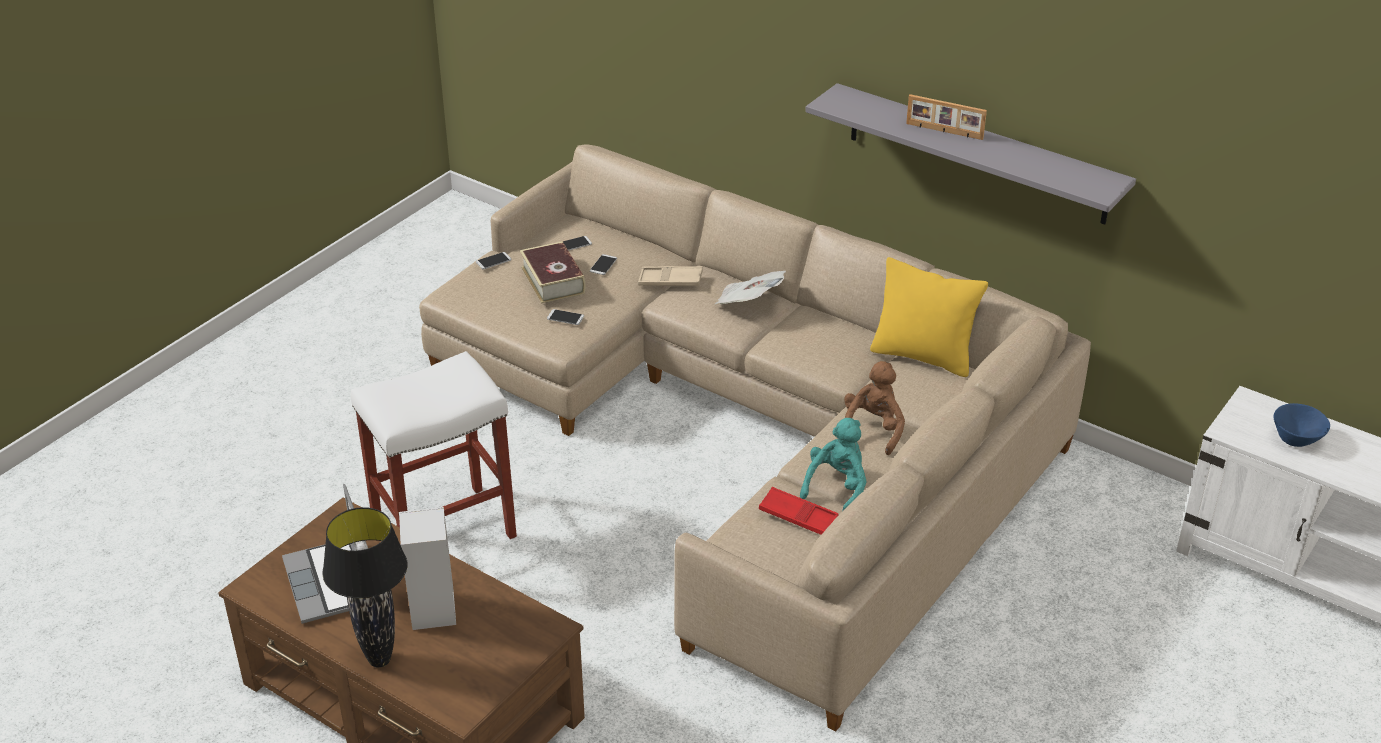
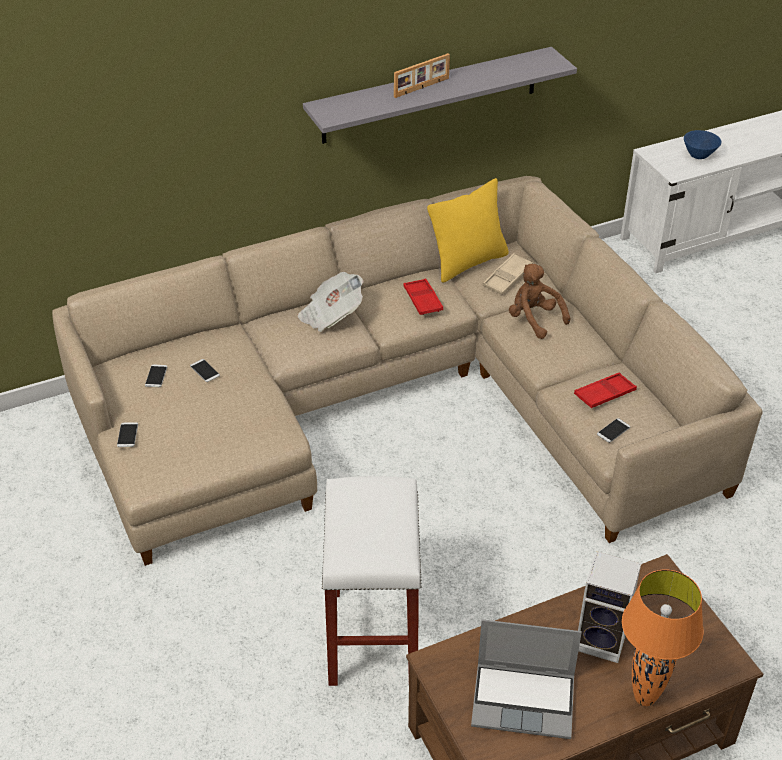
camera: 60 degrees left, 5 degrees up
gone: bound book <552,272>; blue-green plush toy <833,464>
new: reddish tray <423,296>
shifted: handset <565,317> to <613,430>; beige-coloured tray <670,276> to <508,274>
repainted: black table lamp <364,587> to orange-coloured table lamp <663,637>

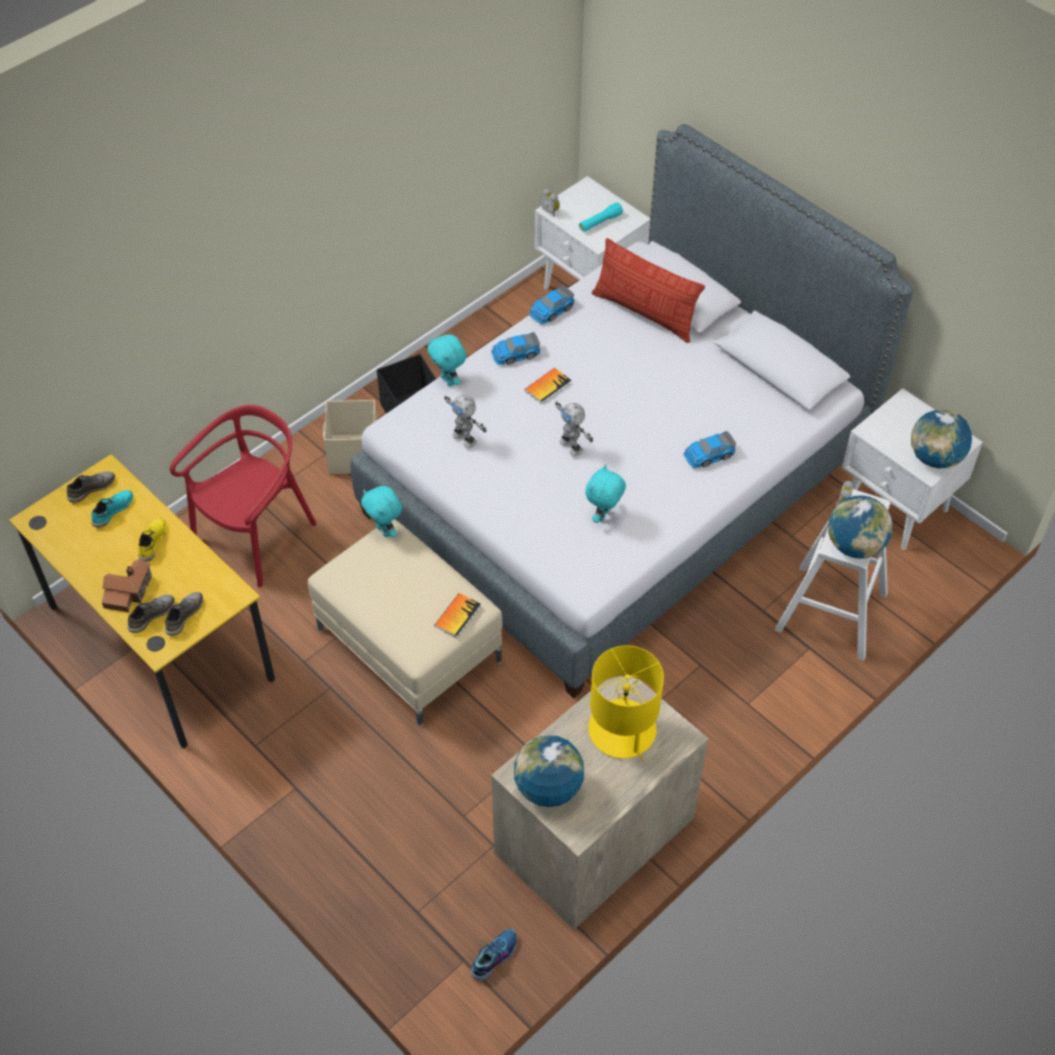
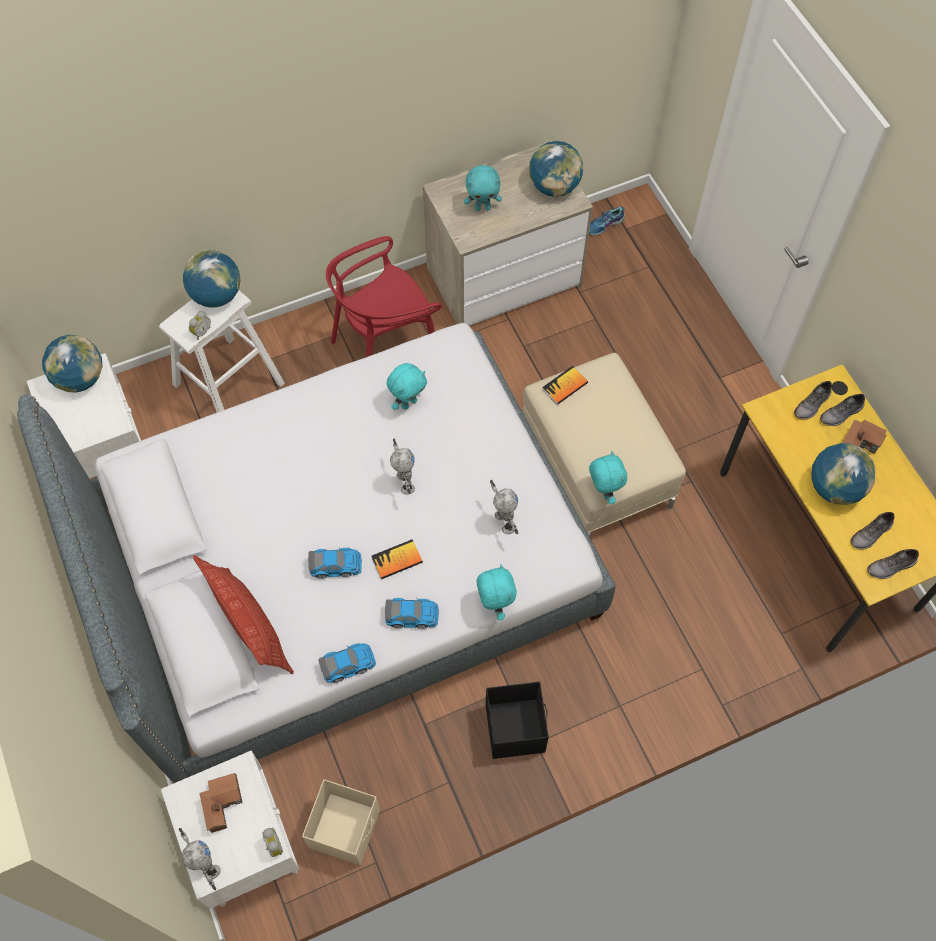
camera: 160 degrees left, 10 degrees up
new: robot figure <200,859>
shifted: reddish chair <243,496> to <384,296>; beige-coloured storage bin <350,437> to <341,822>; toy car <710,450> to <335,563>
swapped: yellowish low shoe <152,540> to world globe <843,474>; blue-green torch <601,217> to miniature house <221,803>; yellowish table lamp <626,703> to blue-green plush toy <483,188>
repainted: blue-green low shoe <112,509> to greyish low shoe <872,530>

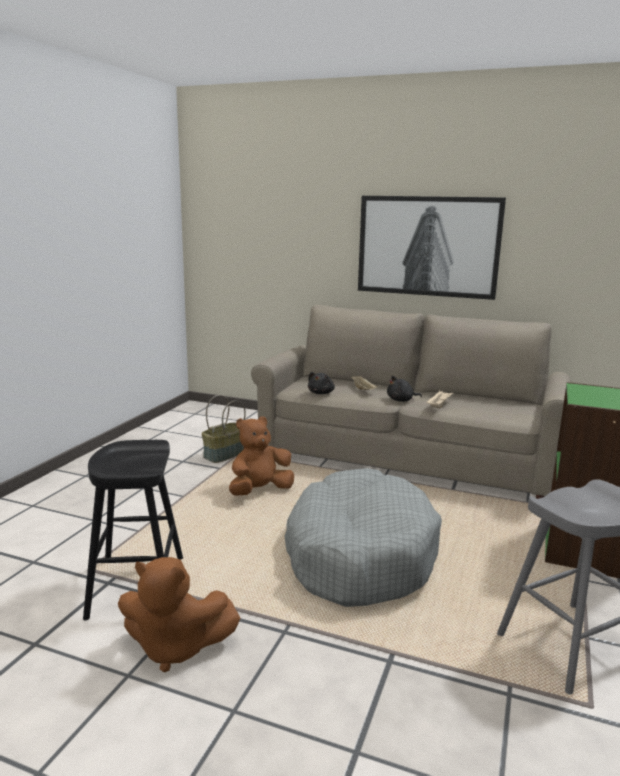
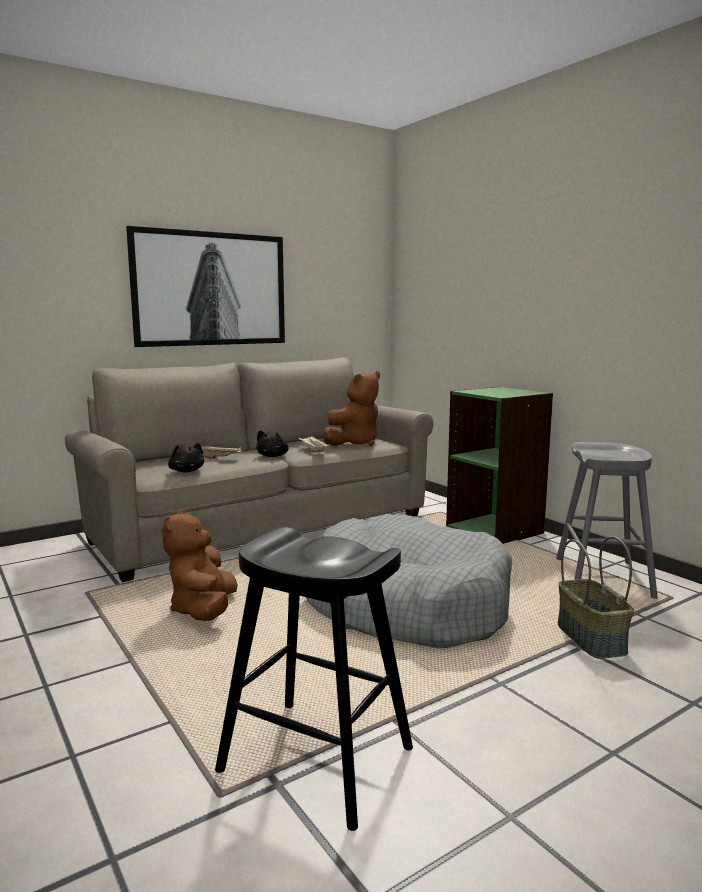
camera: 55 degrees left, 5 degrees down
shifted: brown plush toy <179,614> to <352,408>; storage basket <223,429> to <596,597>

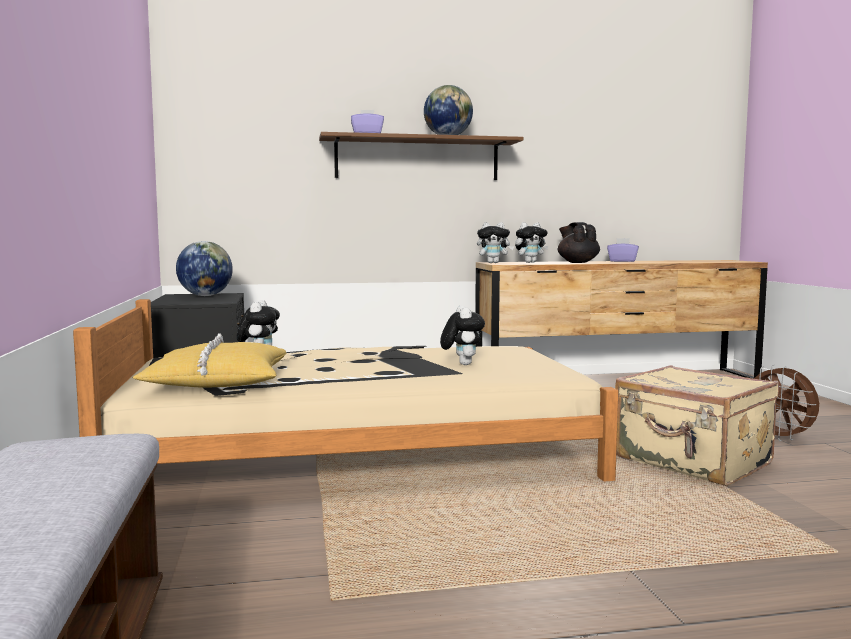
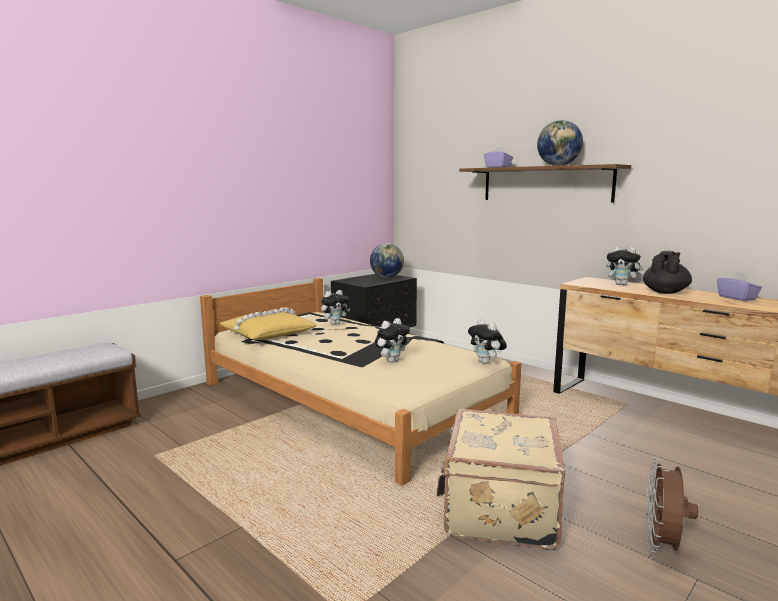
camera: 55 degrees right, 5 degrees up
shifted: plush toy <495,242> to <487,341>

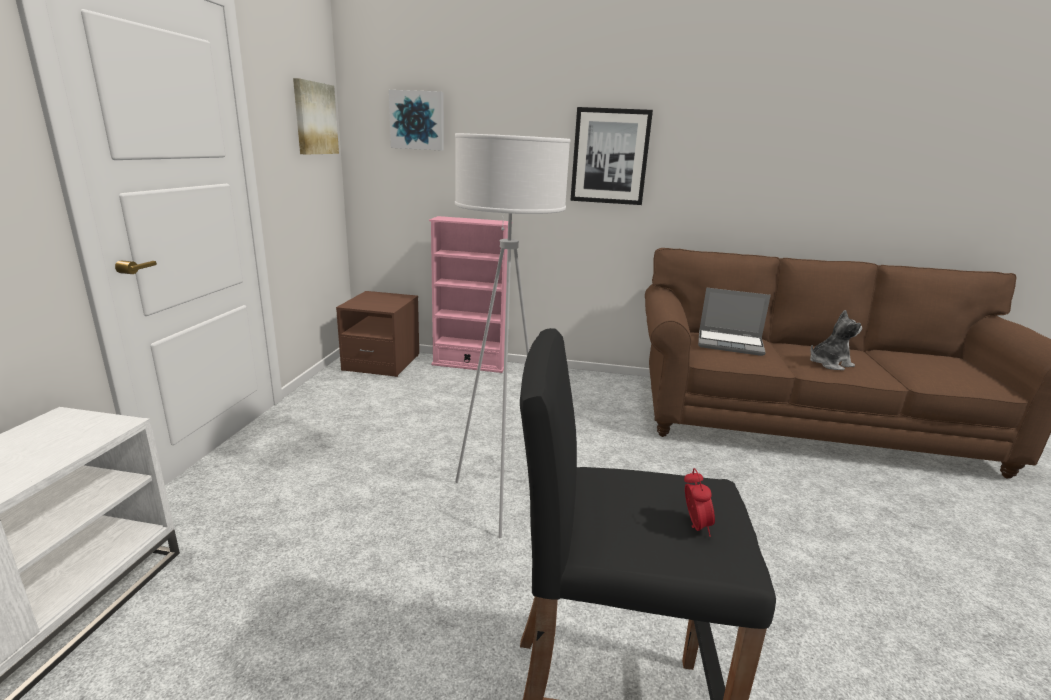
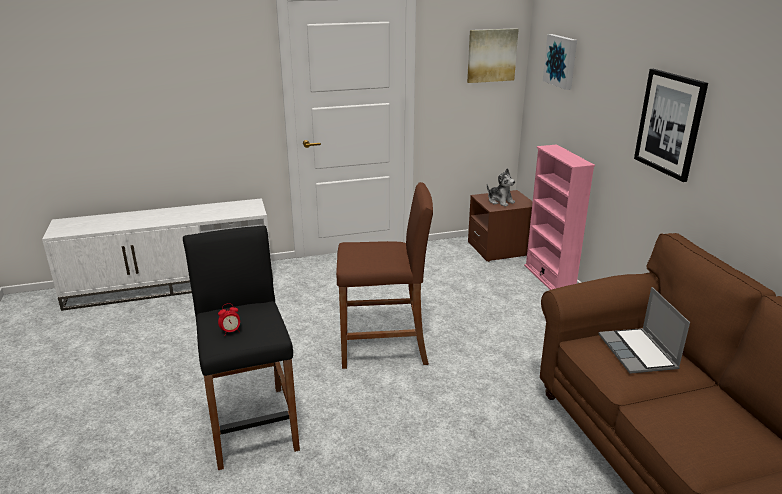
camera: 65 degrees right, 5 degrees up
shifted: plush toy <836,340> to <501,187>
swapped: whitish floor lamp <512,335> to brown stool seat <384,275>

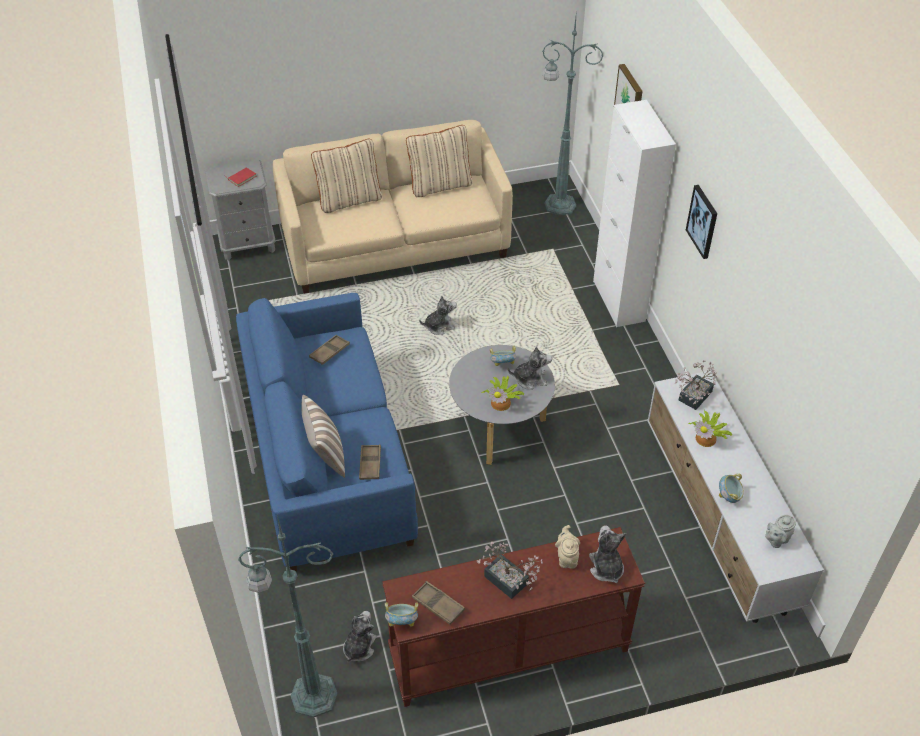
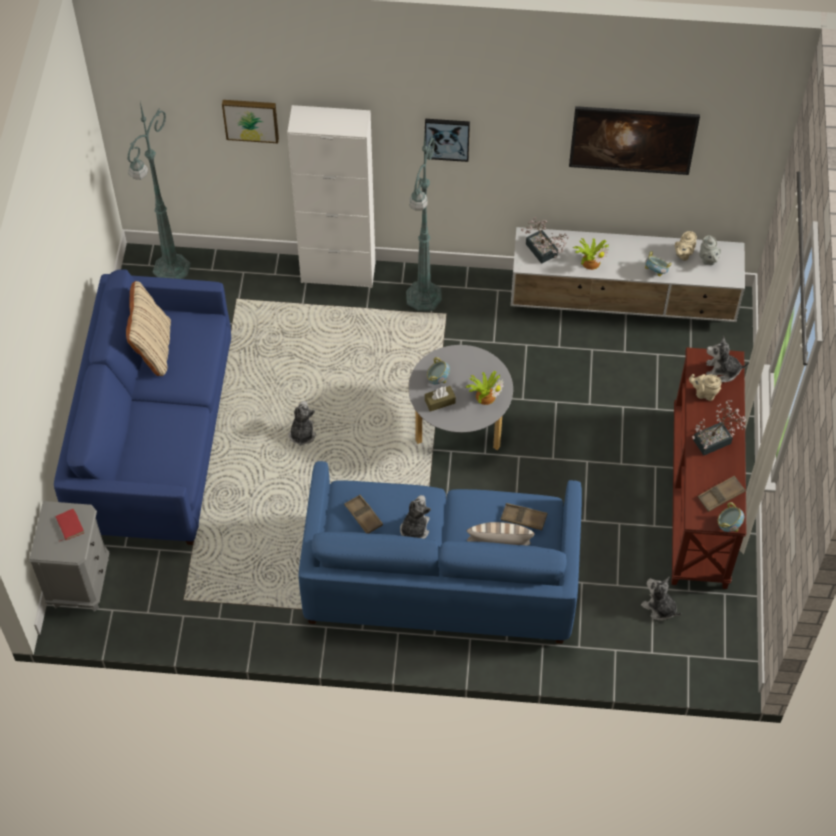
camera: 70 degrees left, 10 degrees up
gone: beige-coloured pillow <346,176>
new: brown tissue holder <440,399>; wall picture <634,140>; beige-coloured pot for tea <686,246>
shifted: green floor lamp <288,616> to <424,222>; plush toy <530,367> to <415,517>
repainted: beige-coloured sofa <393,207> to blue-coloured sofa <142,407>

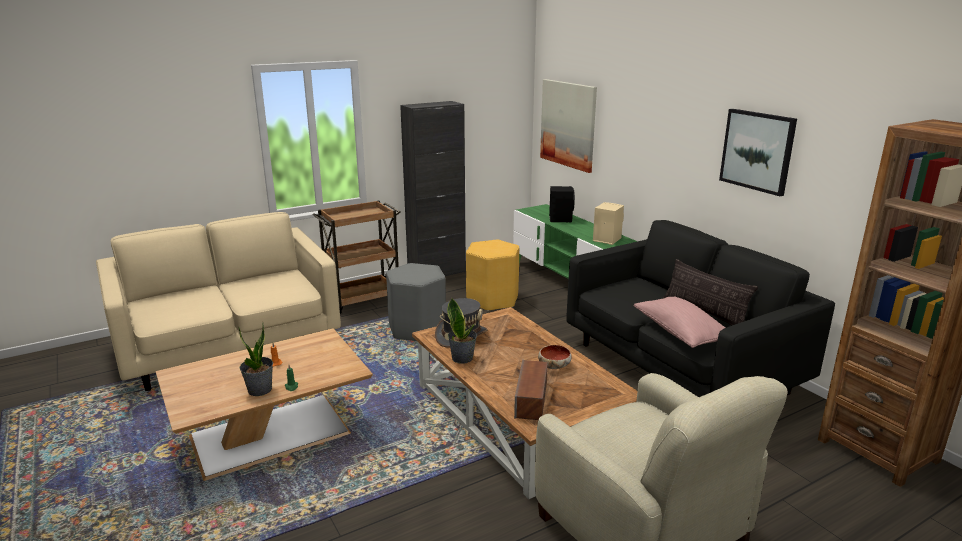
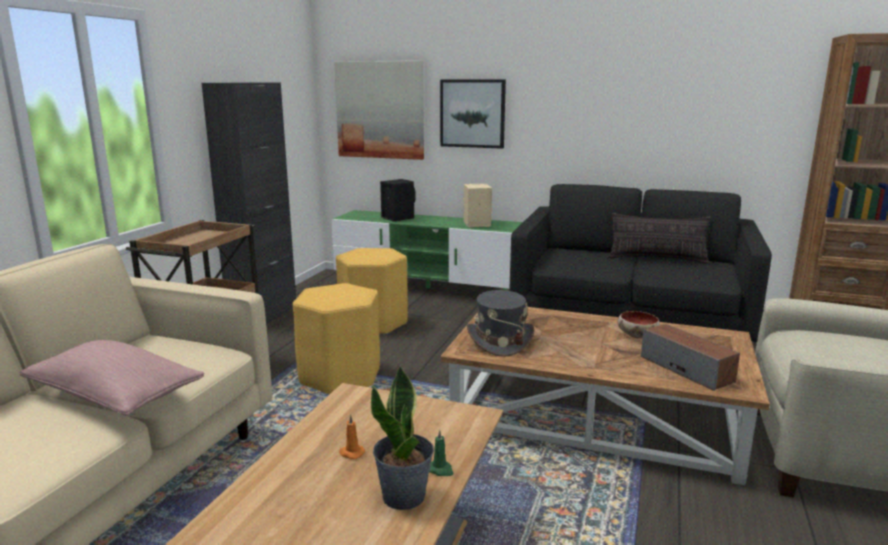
camera: 40 degrees left, 5 degrees down
gone: plant in a pot <462,330>
shifted: pinkish pillow <679,322> to <112,378>; wall picture <758,152> to <473,114>
repainted: greyish stool seat <416,302> to yellowish stool seat <336,338>

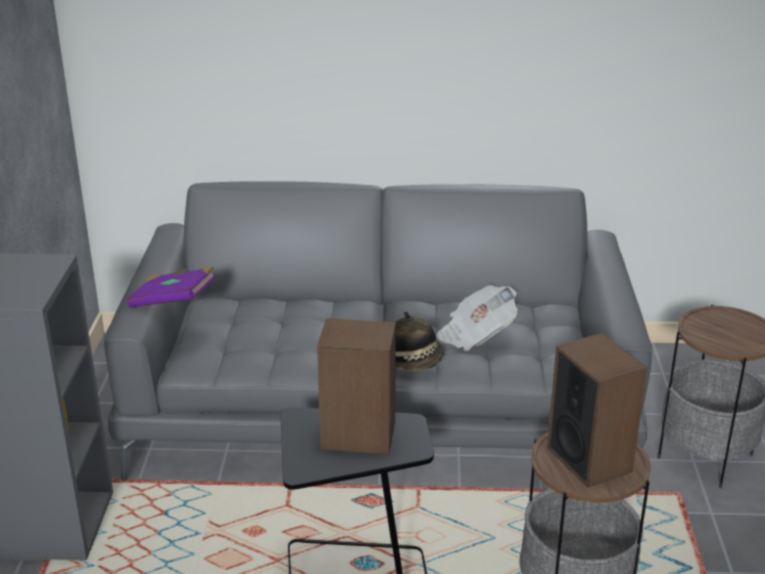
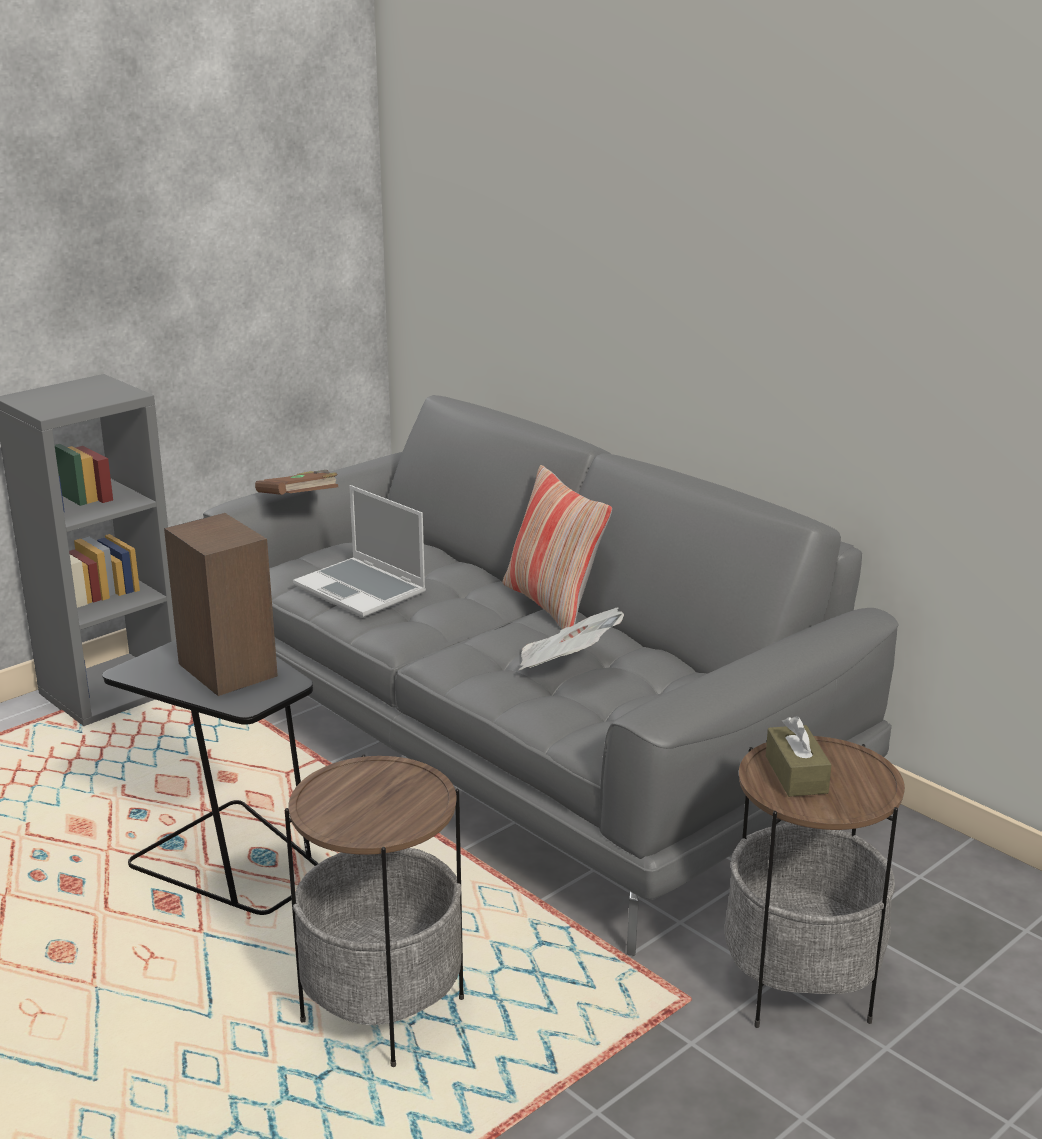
camera: 45 degrees right, 5 degrees down
gone: hat <419,341>; speaker <597,410>
new: notebook computer <359,551>; pillow <557,547>; brown tissue holder <798,756>
repainted: purple bound book <171,287> to brown bound book <296,482>

